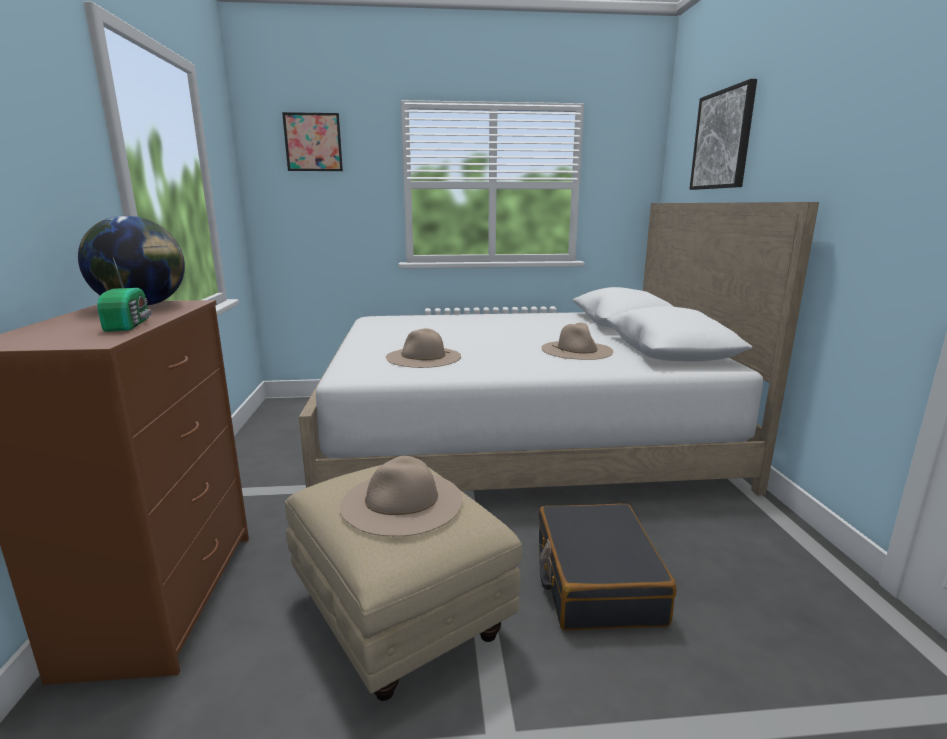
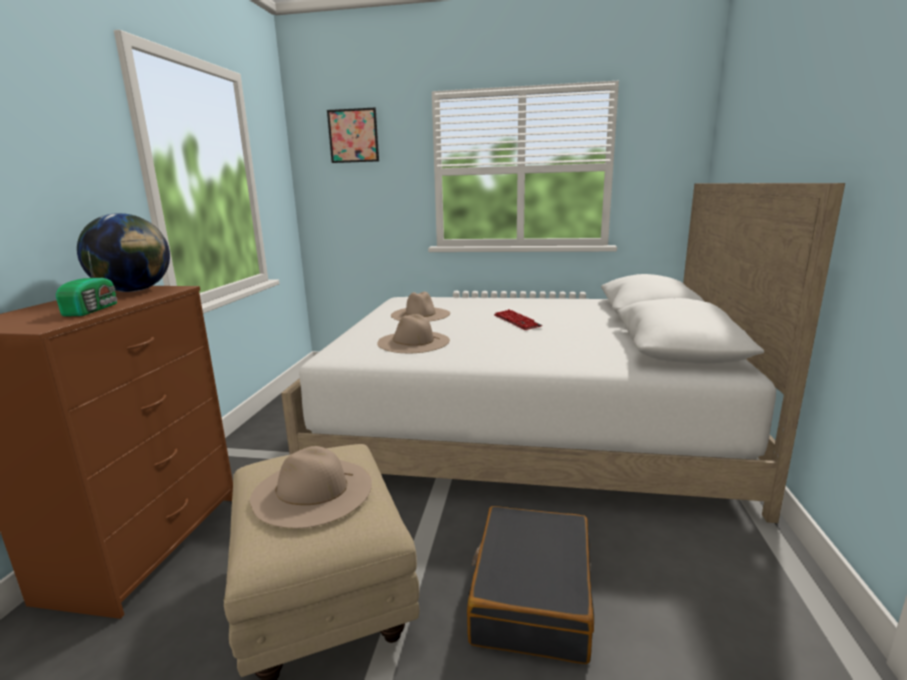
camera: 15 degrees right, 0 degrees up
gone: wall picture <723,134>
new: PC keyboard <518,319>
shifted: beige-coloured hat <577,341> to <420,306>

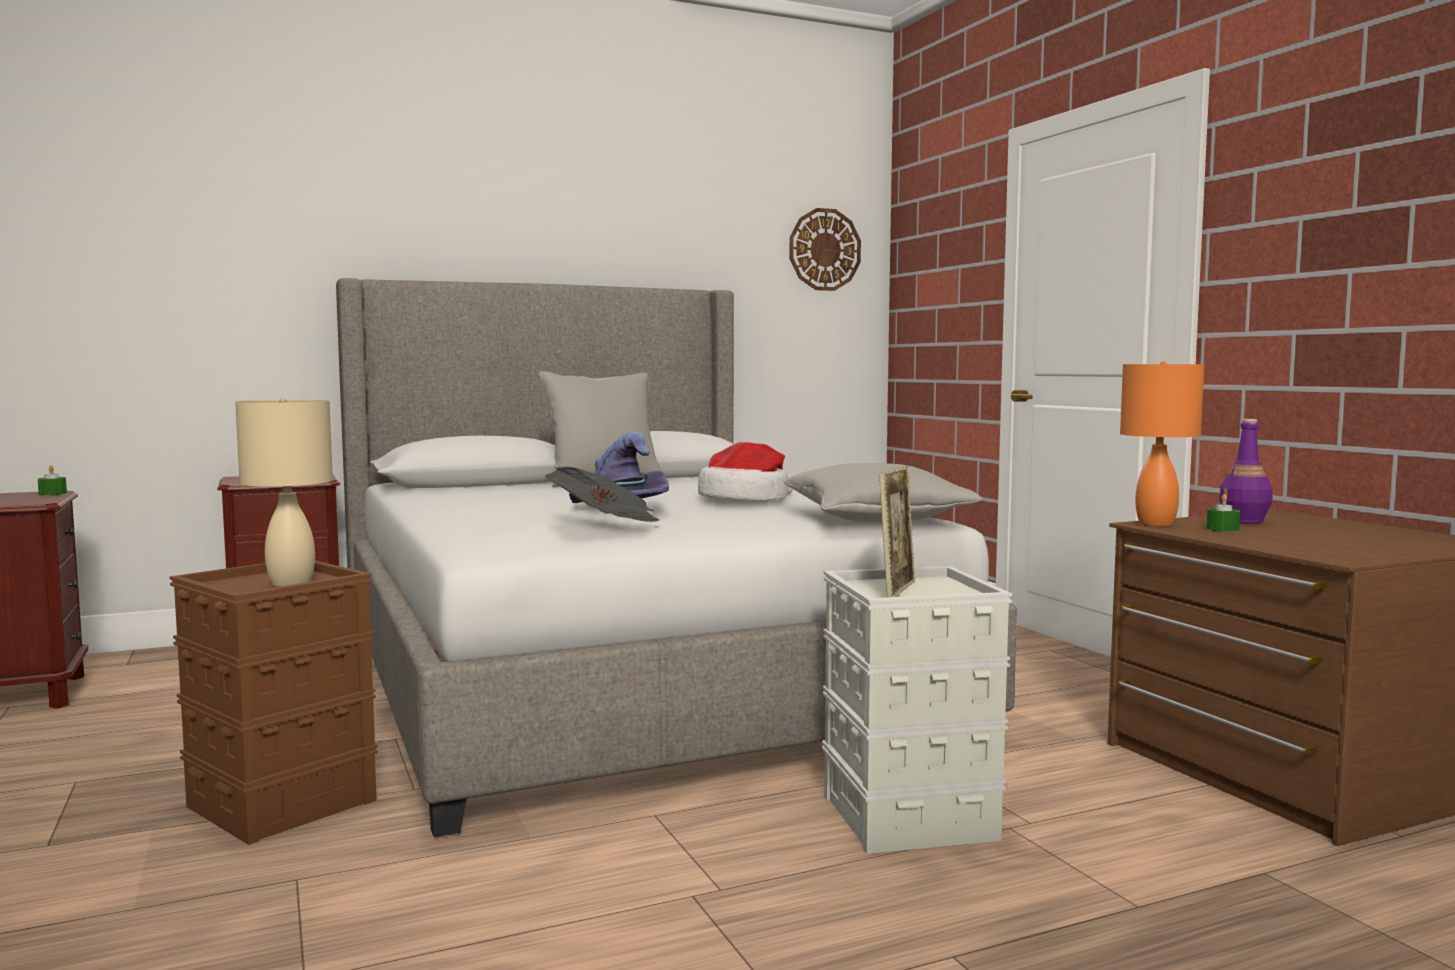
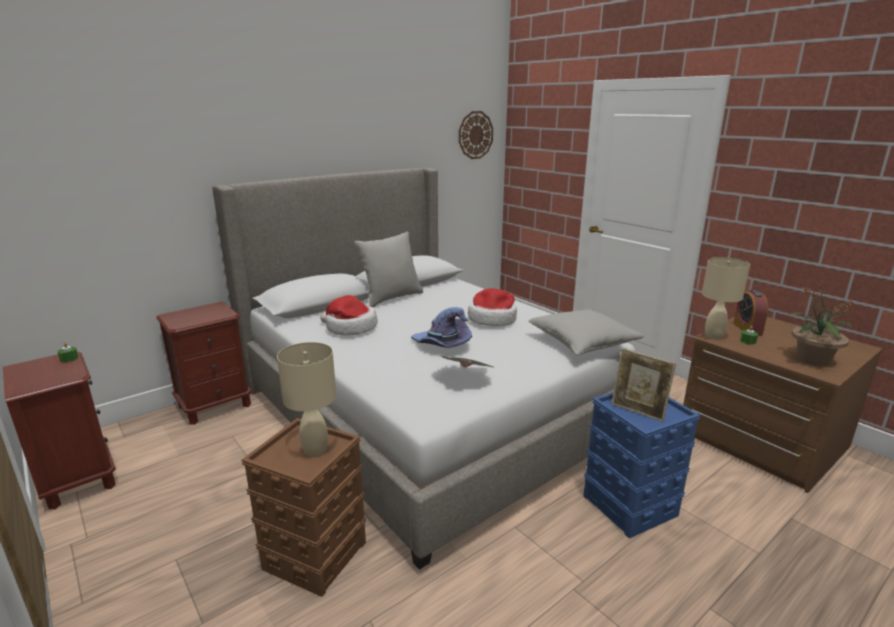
camera: 15 degrees left, 15 degrees up
new: hat <349,315>; plant in a pot <821,326>
swapped: purple drink bottle <1245,471> to bedside clock <750,313>
repainted: greyish storage bin <917,710> to blue-coloured storage bin <642,465>; orange-coloured table lamp <1162,443> to beige-coloured table lamp <726,298>
rotated: standing frame <897,531> = <644,385> 120 degrees clockwise

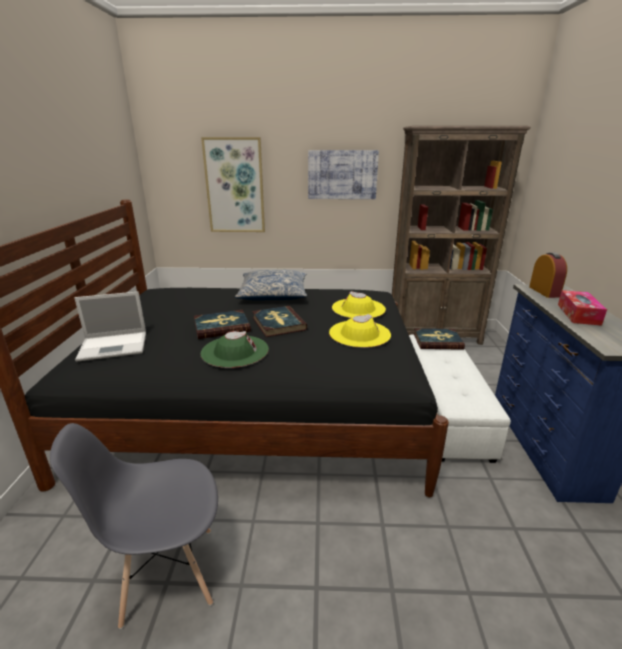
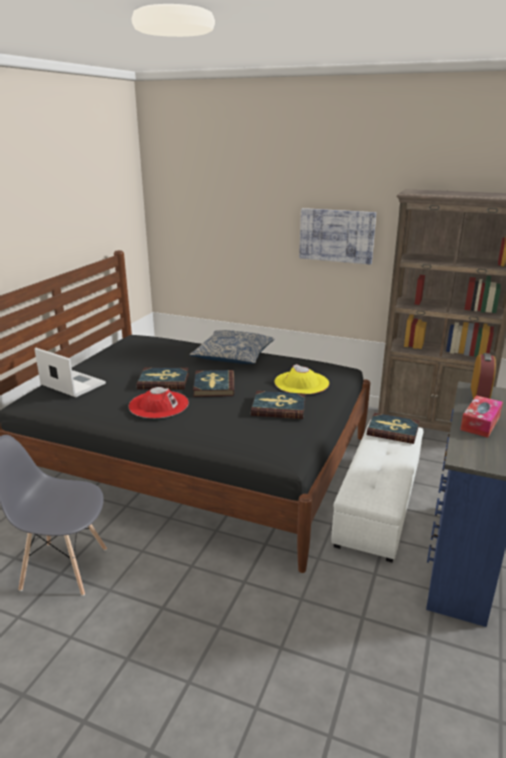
camera: 20 degrees right, 0 degrees up
gone: wall picture <233,184>
swapped: yellowish hat <360,331> to bound book <278,405>
repainted: green hat <235,349> to reddish hat <159,402>
rotated: notebook computer <110,327> = <70,372> 150 degrees counterclockwise

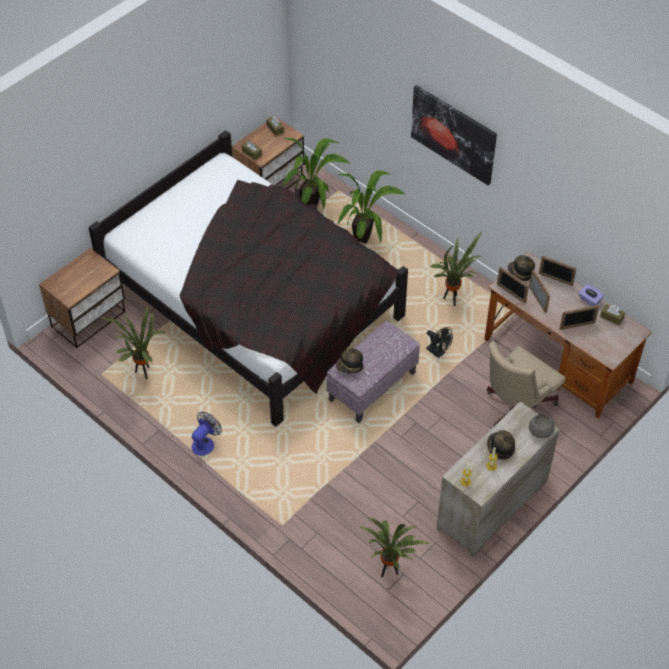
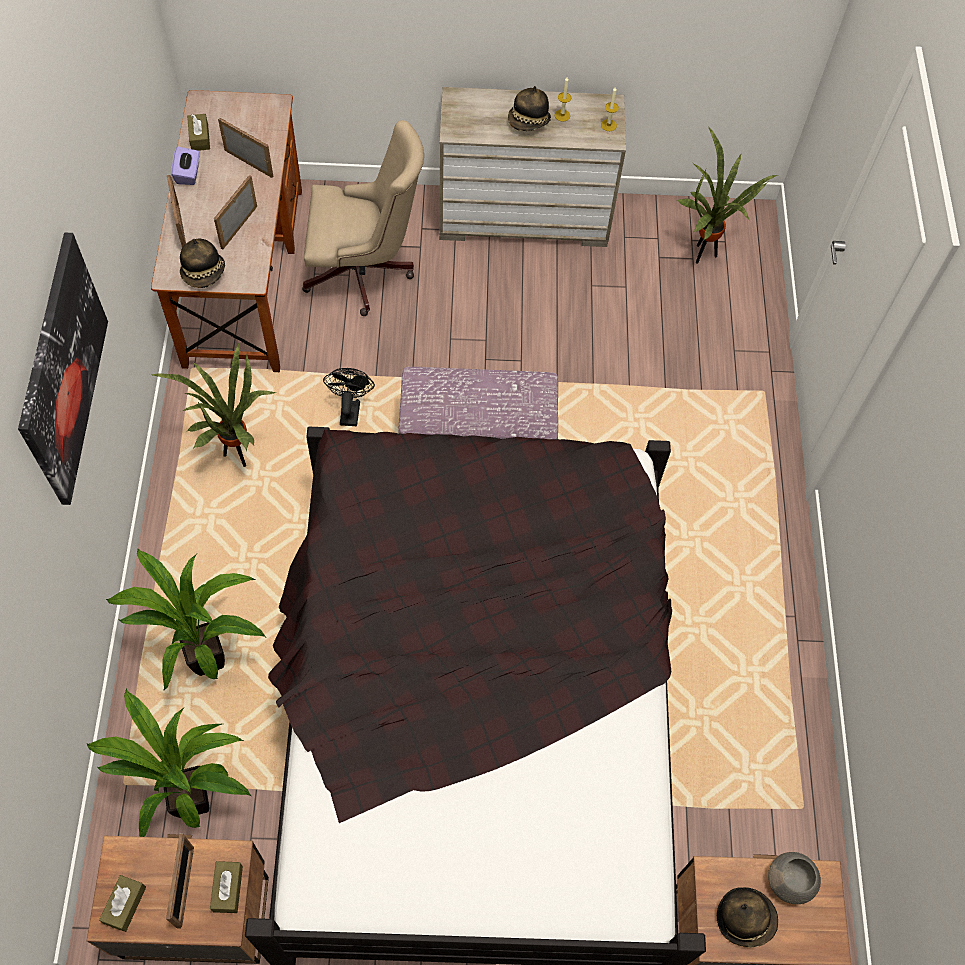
camera: 135 degrees left, 10 degrees up
gone: plant in a pot <132,342>; fan <207,434>
shifted: hat <349,361> to <747,917>; standing frame <513,285> to <180,881>; greyish deep dish <542,426> to <794,878>

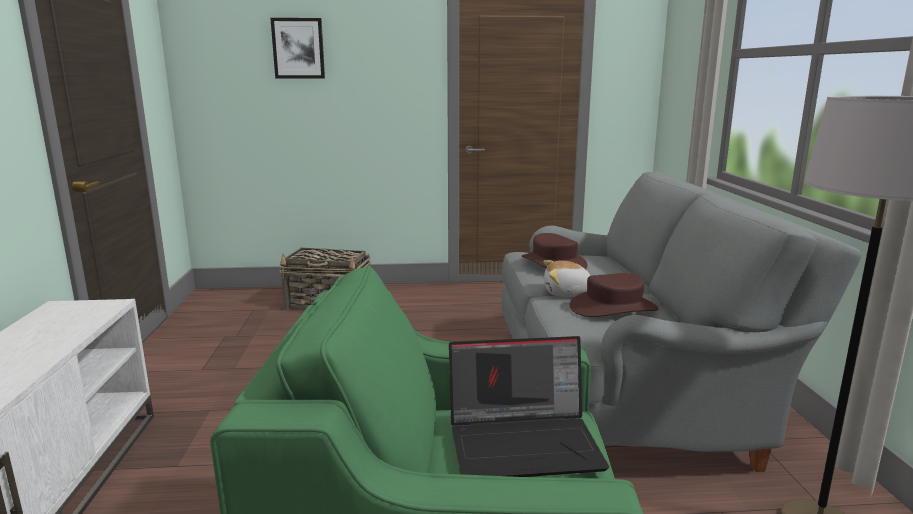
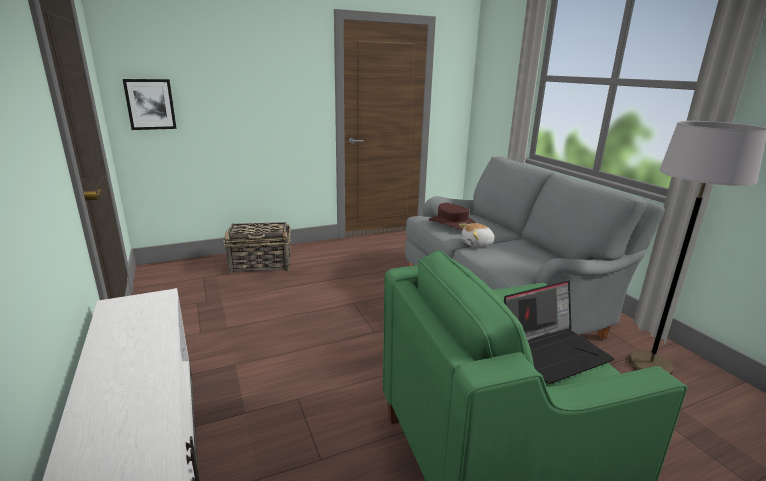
camera: 20 degrees left, 5 degrees up
gone: brown hat <614,295>
shifted: wall picture <297,48> to <150,104>

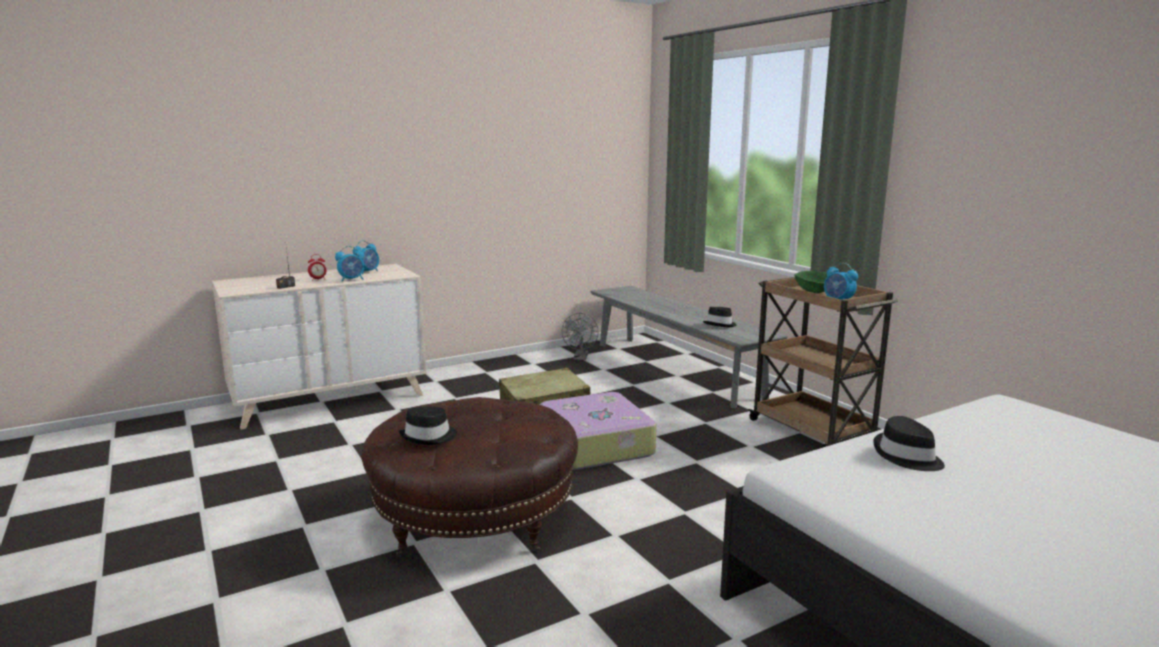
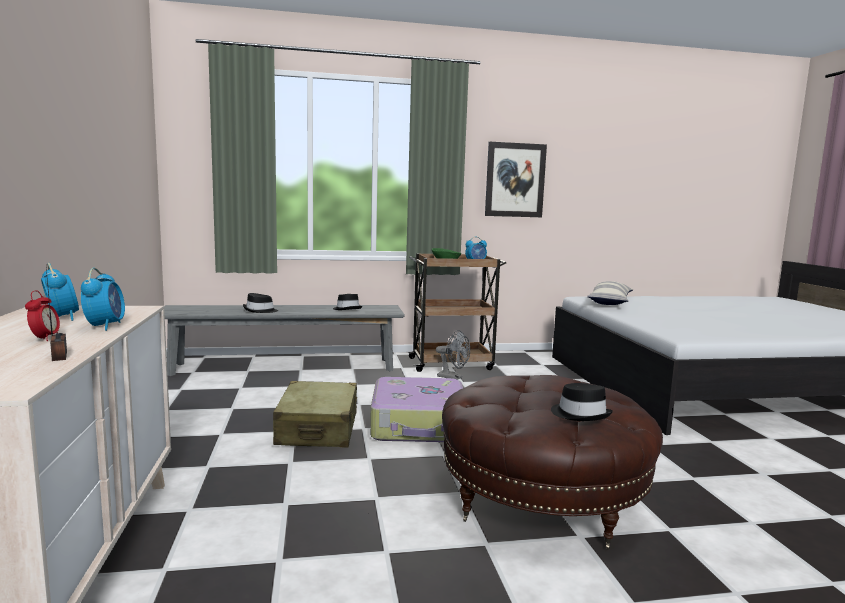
camera: 70 degrees left, 5 degrees down
new: wall picture <516,179>; pillow <610,293>
shifted: greyish fan <580,336> to <453,355>; black hat <909,443> to <260,303>

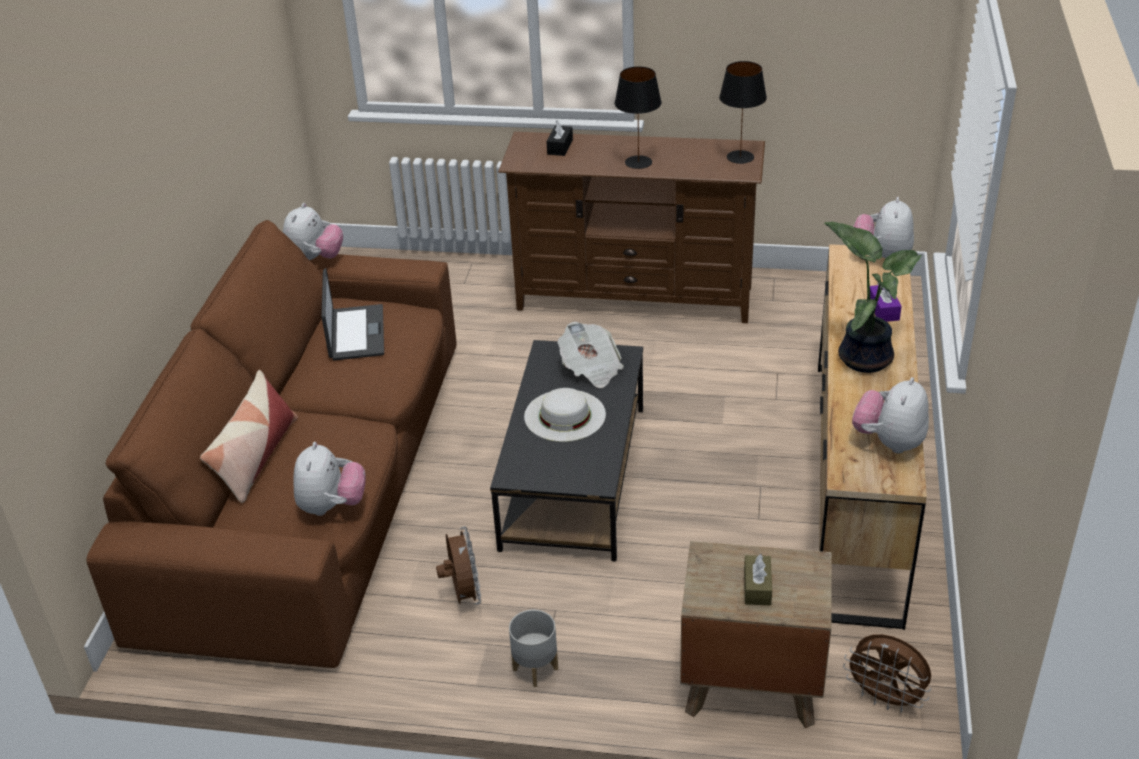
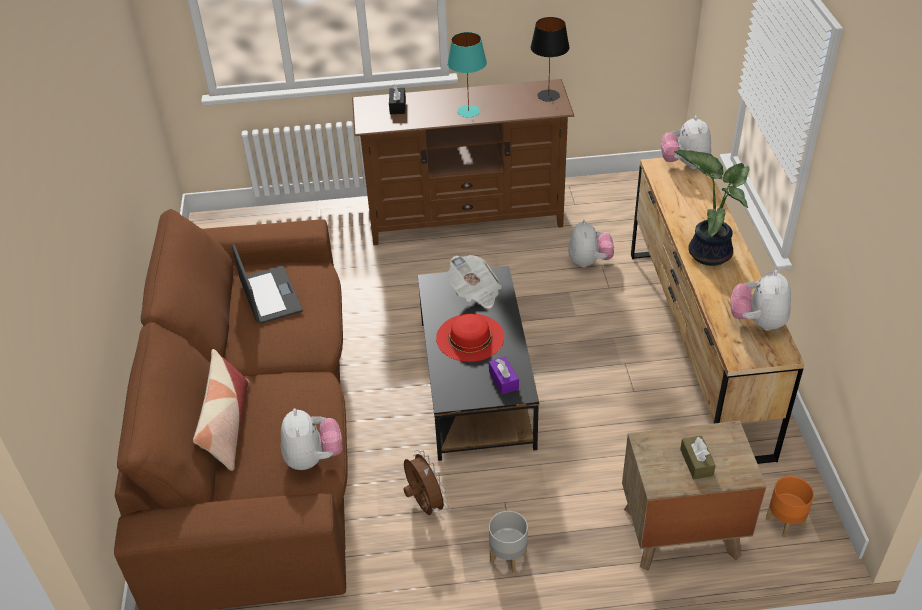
camera: 15 degrees left, 5 degrees up
shifted: plush toy <313,231> to <591,244>; purple tissue holder <886,302> to <504,376>
swapped: brown fan <887,673> to orange-coloured planter <790,507>
repainted: whitish hat <565,415> to reddish hat <470,338>; black table lamp <638,117> to blue-green table lamp <467,74>

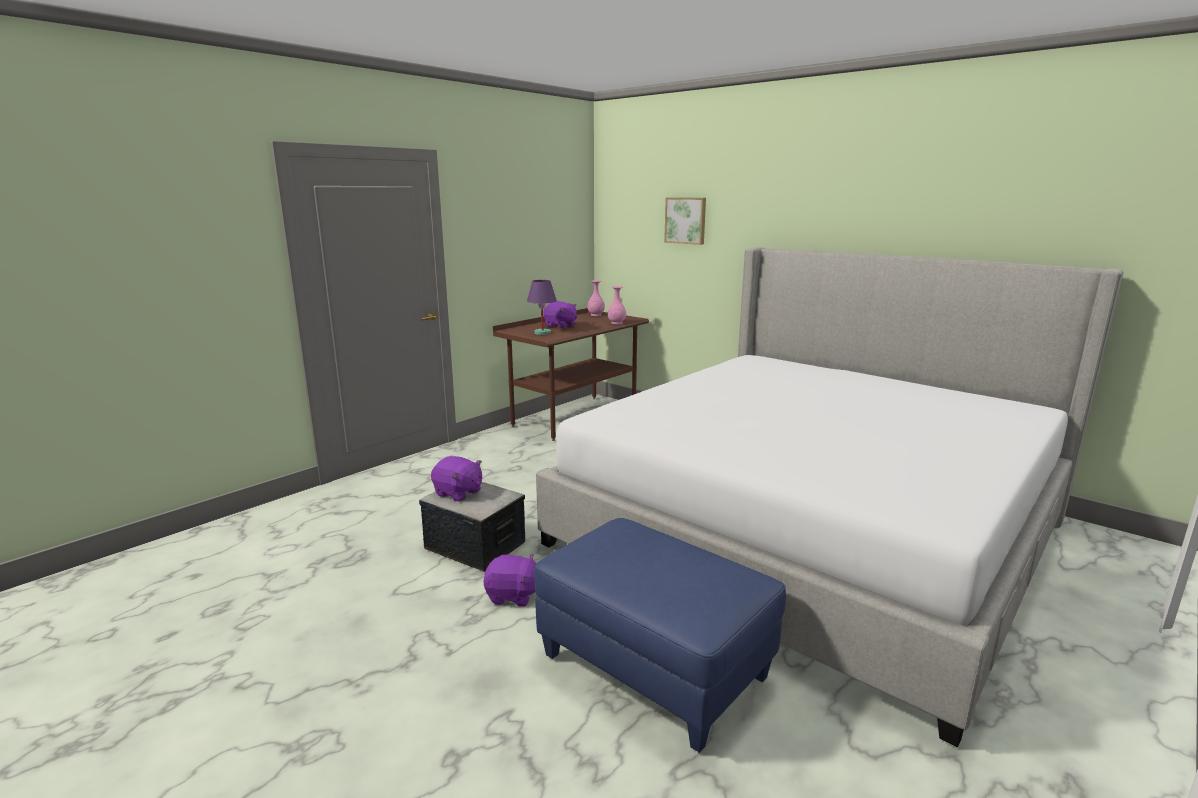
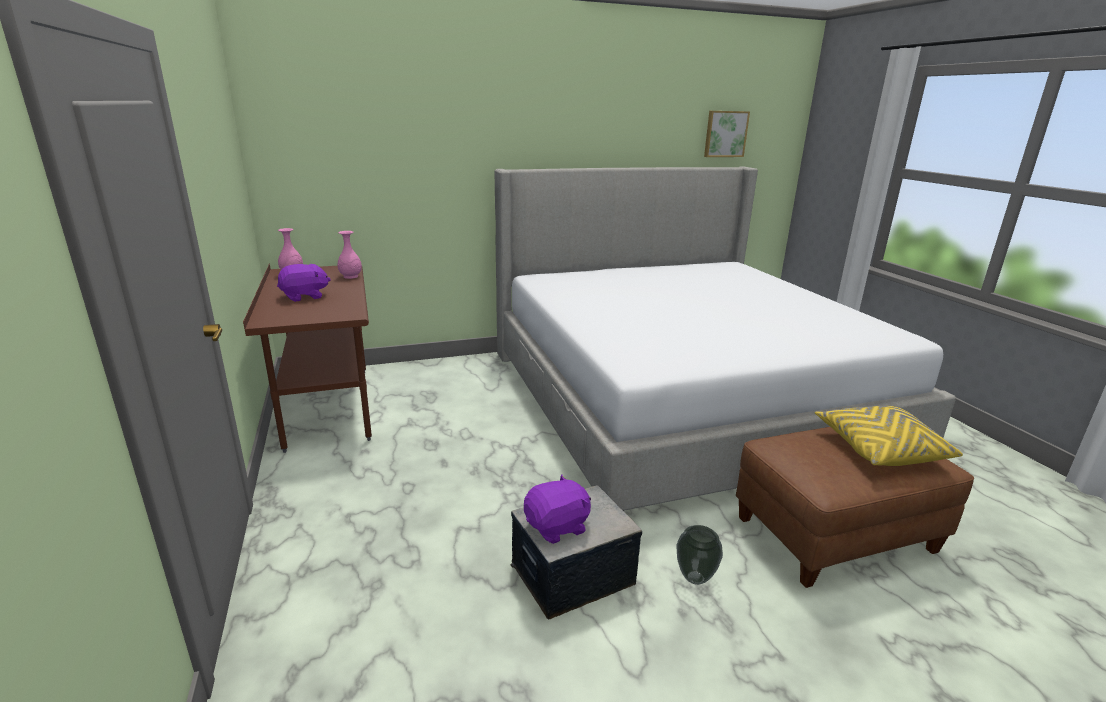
camera: 60 degrees left, 5 degrees up
gone: purple table lamp <542,307>
new: yellowish pillow <889,436>
shifted: wall picture <685,221> to <727,134>
swapped: purple plush toy <509,580> to vase <700,555>
repainted: blue-coloured footrest <660,635> to brown footrest <855,507>

